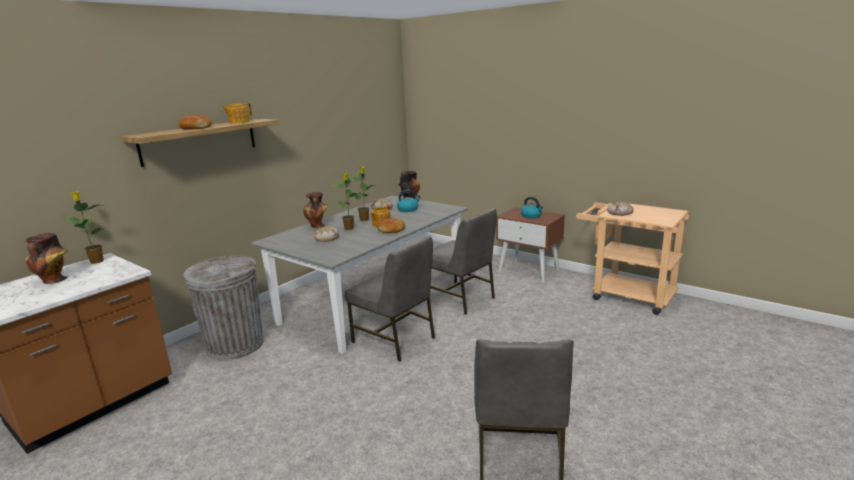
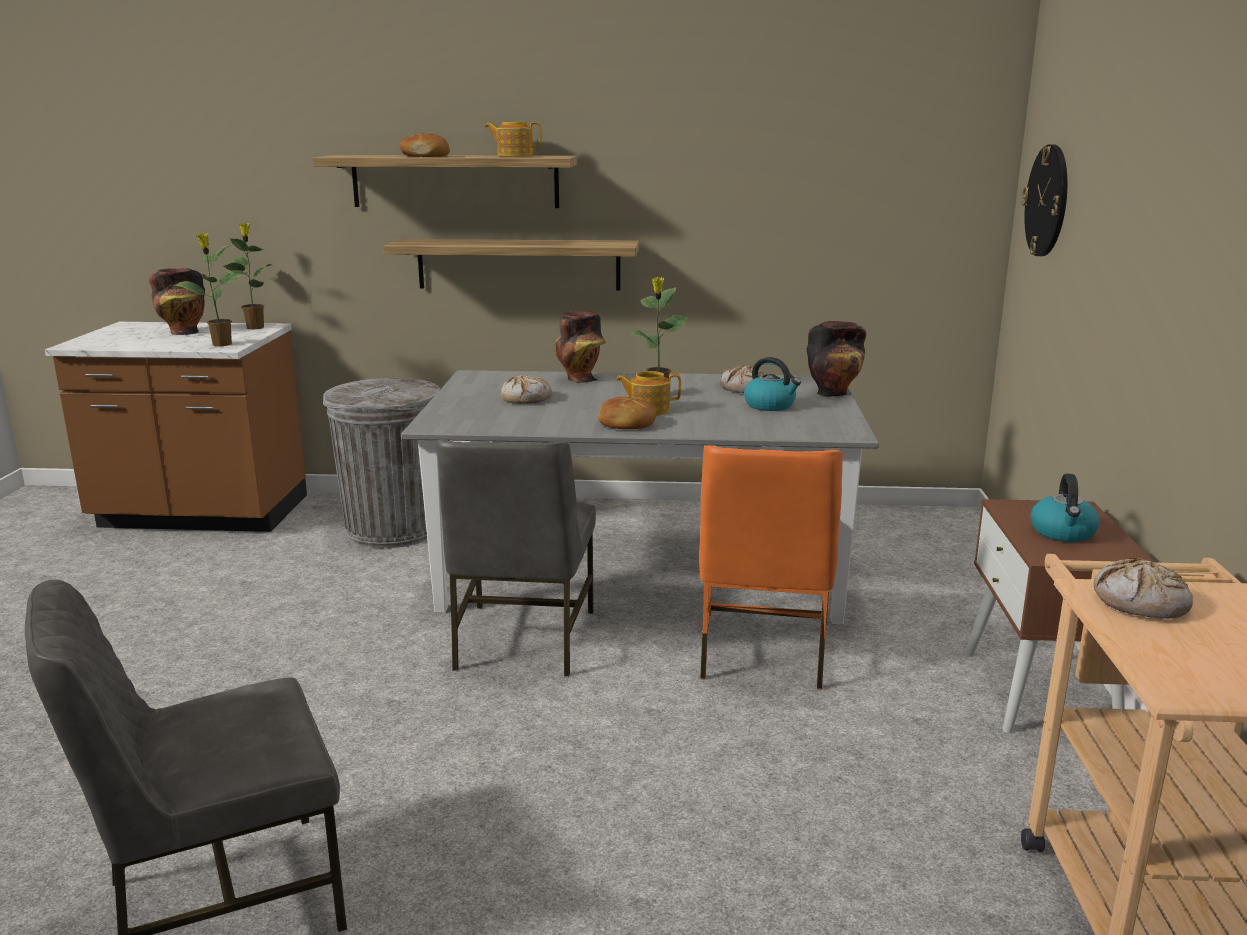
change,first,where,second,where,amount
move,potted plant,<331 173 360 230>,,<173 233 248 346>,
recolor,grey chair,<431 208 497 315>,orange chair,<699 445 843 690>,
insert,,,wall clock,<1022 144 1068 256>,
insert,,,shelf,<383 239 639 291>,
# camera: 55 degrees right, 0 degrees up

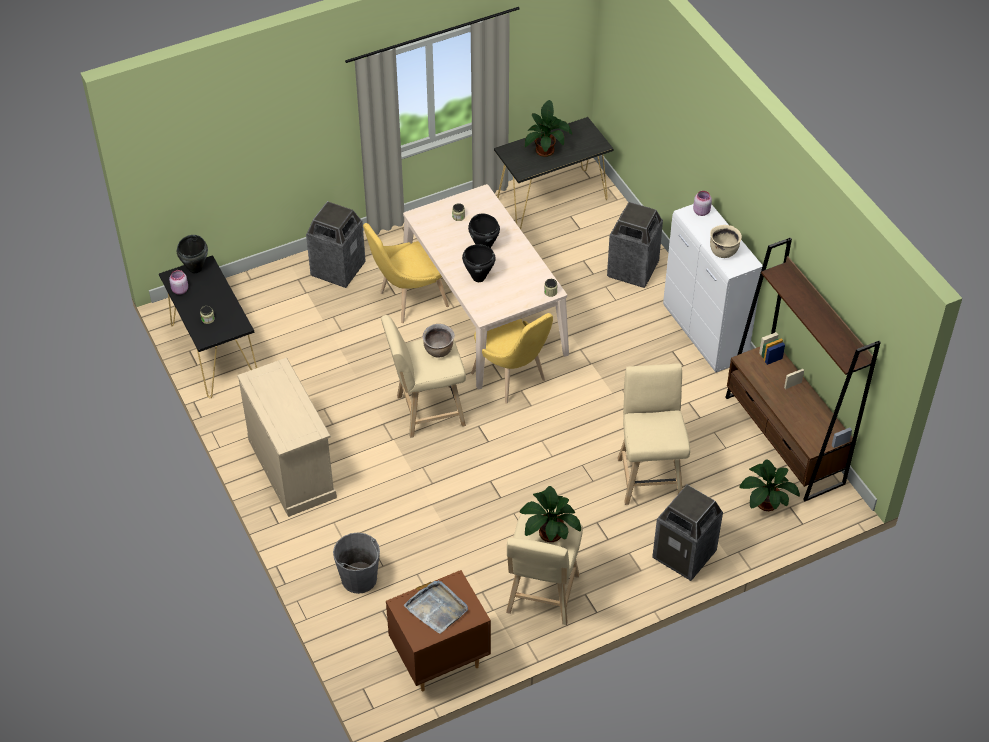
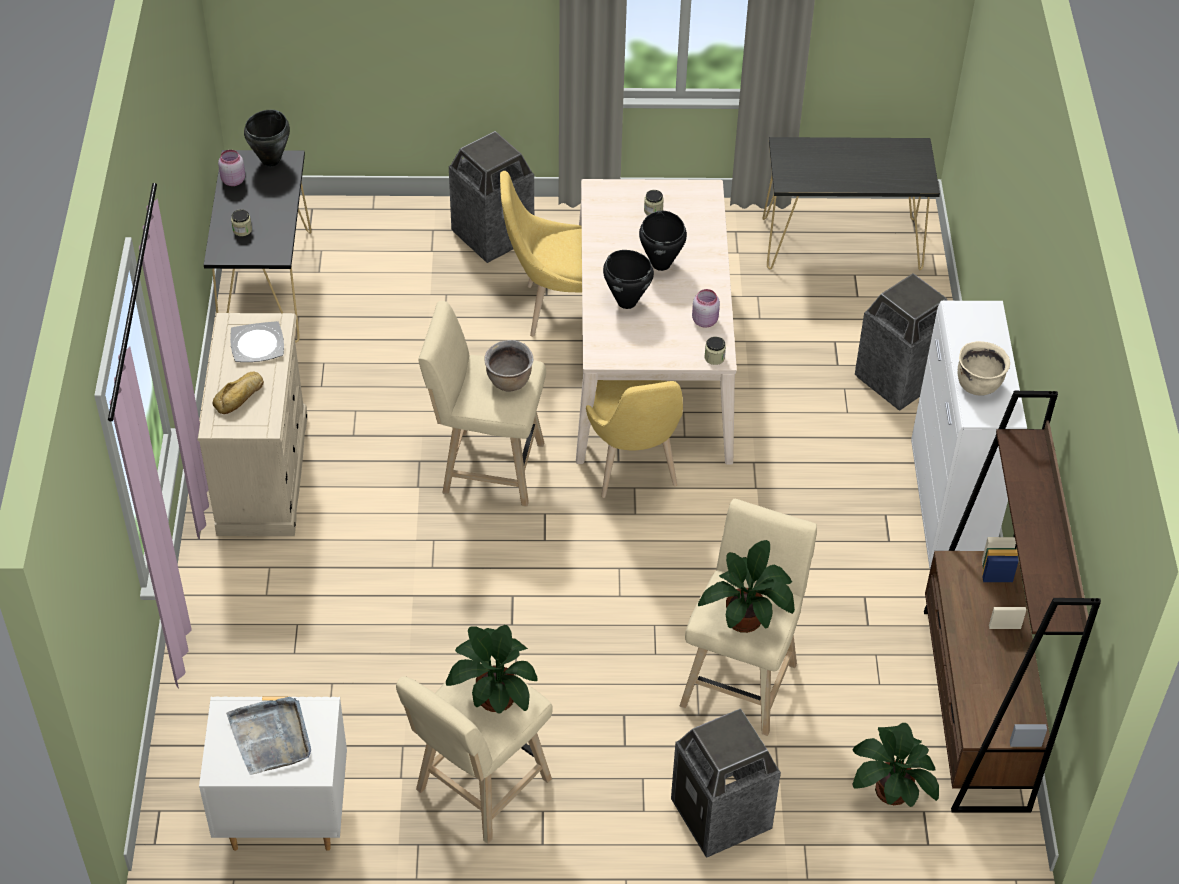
change,first,where,second,where,amount
move,potted plant,<524 100 572 157>,,<698 540 795 633>,
move,pink jar,<693 191 712 216>,,<692 289 720 328>,
delete,grey bucket,<333 532 380 594>,,,
recolor,brown nightstand,<386 570 491 691>,white nightstand,<199 696 347 851>,
insert,,,plate,<230 321 284 362>,
insert,,,bread,<213 372 264 414>,
# camera: 25 degrees right, 0 degrees up

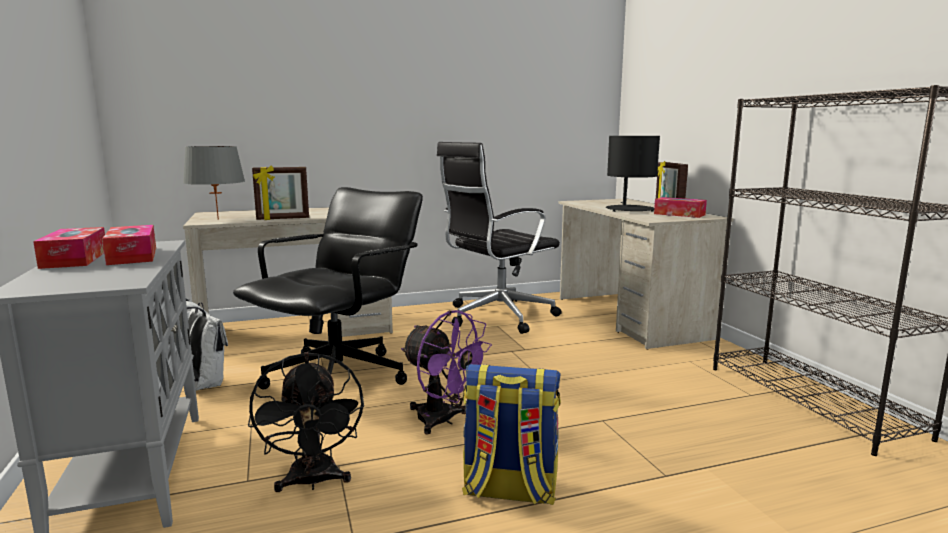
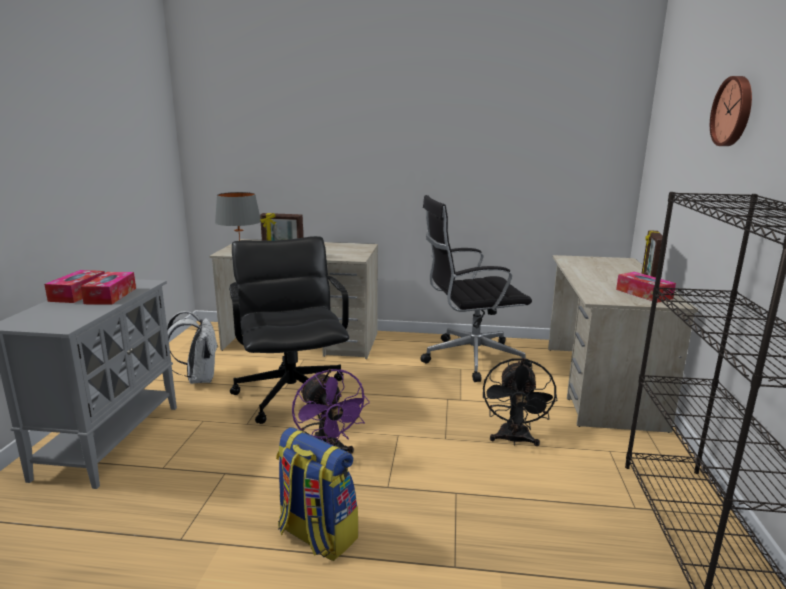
change,first,where,second,where,amount
delete,black table lamp,<606 136 660 212>,,,
rotate,black office chair,<233 187 423 389>,,<229 236 349 424>,75 degrees counterclockwise
move,black fan,<248 352 364 492>,,<483 358 557 446>,
insert,,,wall clock,<710 76 752 146>,
# camera: 25 degrees right, 5 degrees up

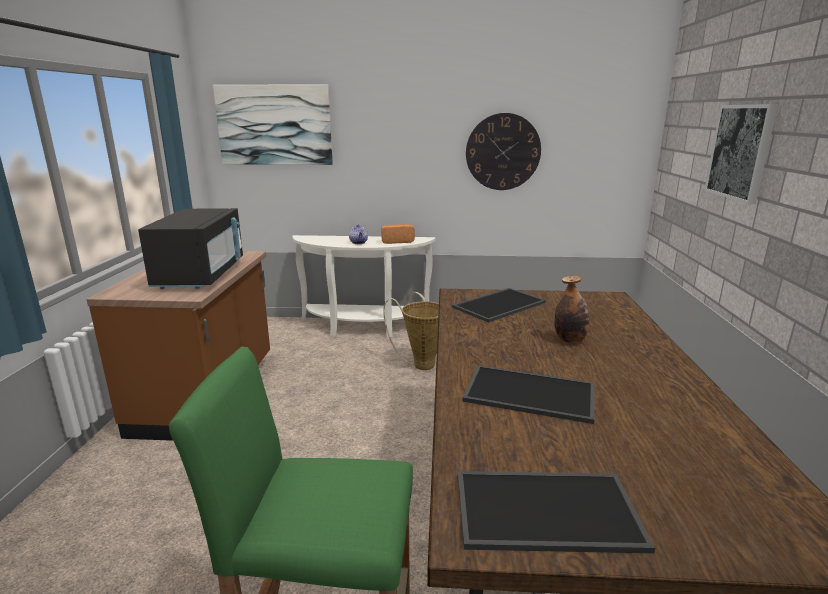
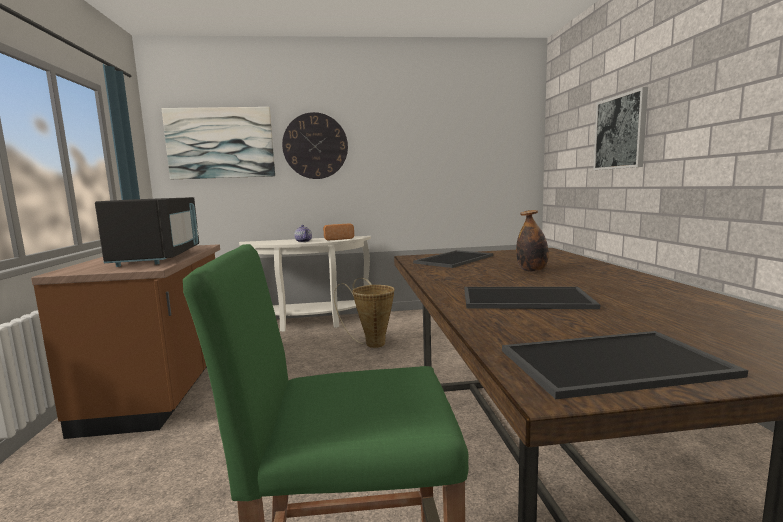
change,first,where,second,where,amount
move,wall clock,<466 113 541 190>,,<282 112 348 179>,
# camera: 10 degrees left, 10 degrees down

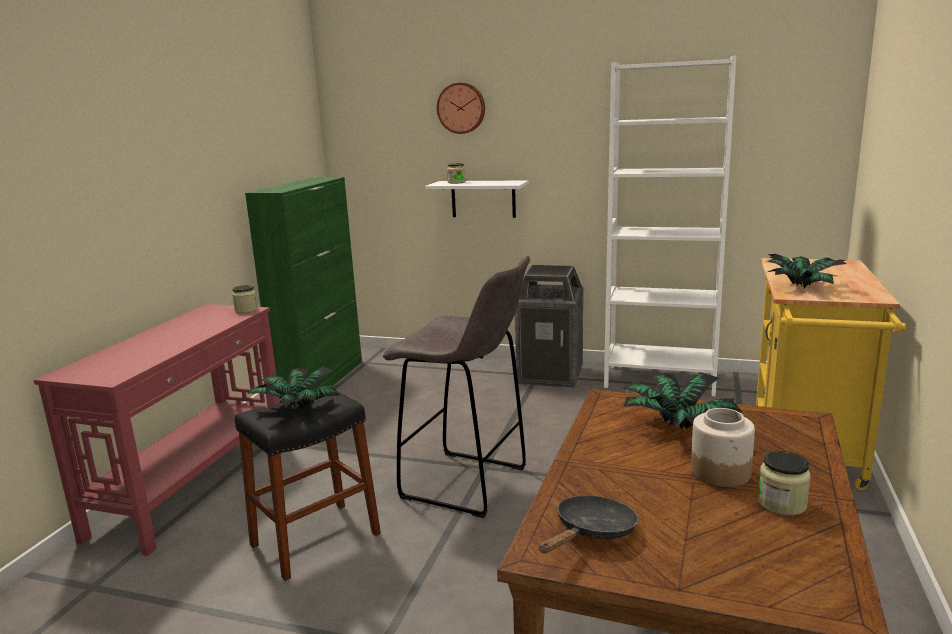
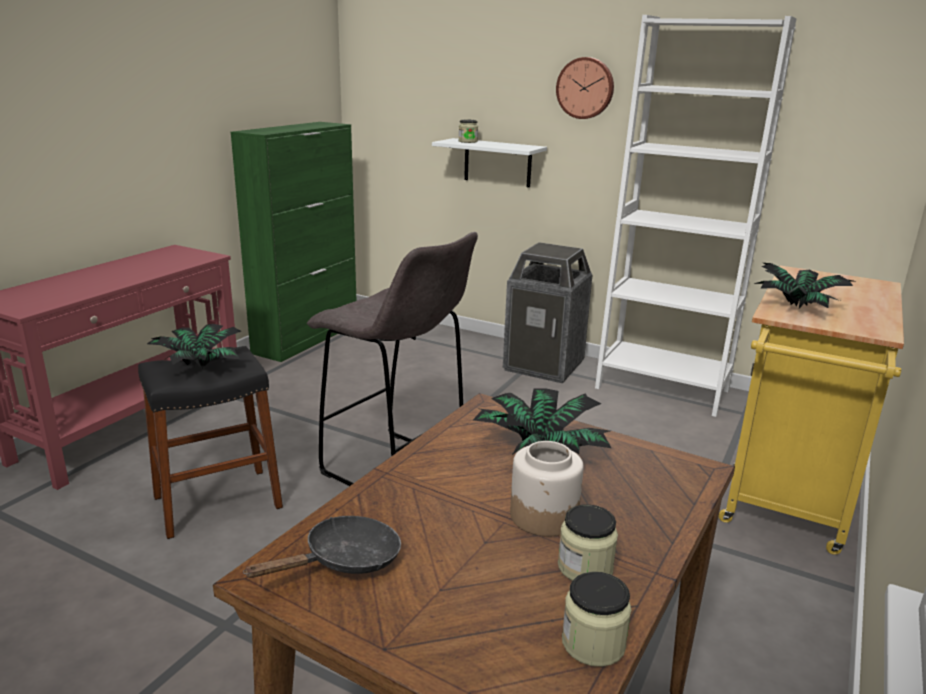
change,first,where,second,where,amount
move,wall clock,<437 82 485 134>,,<556 57 614 119>,
move,jar,<232 285 258 313>,,<562 572 631 667>,
# camera: 10 degrees right, 5 degrees up

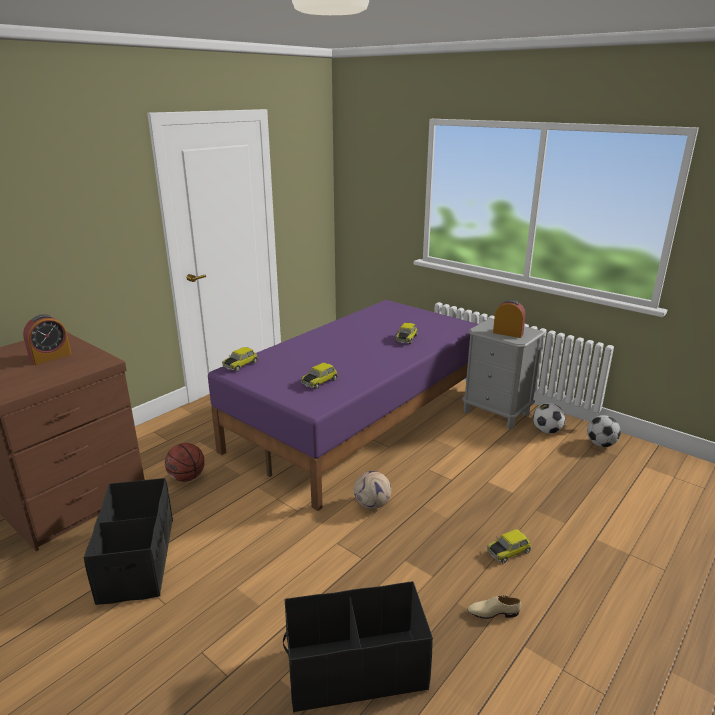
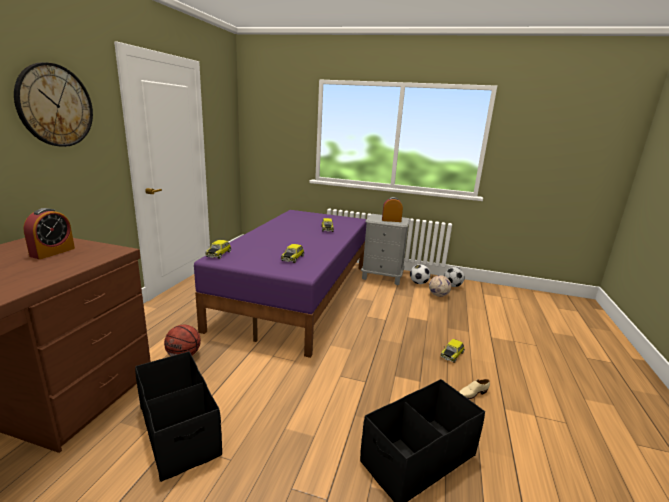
change,first,where,second,where,amount
move,football,<354 471 391 509>,,<429 275 451 297>,
insert,,,wall clock,<14 62 93 147>,
# camera: 25 degrees left, 5 degrees down

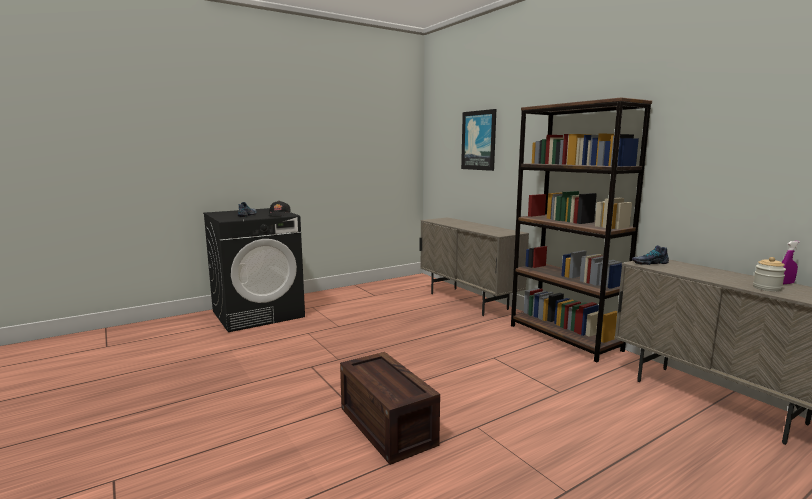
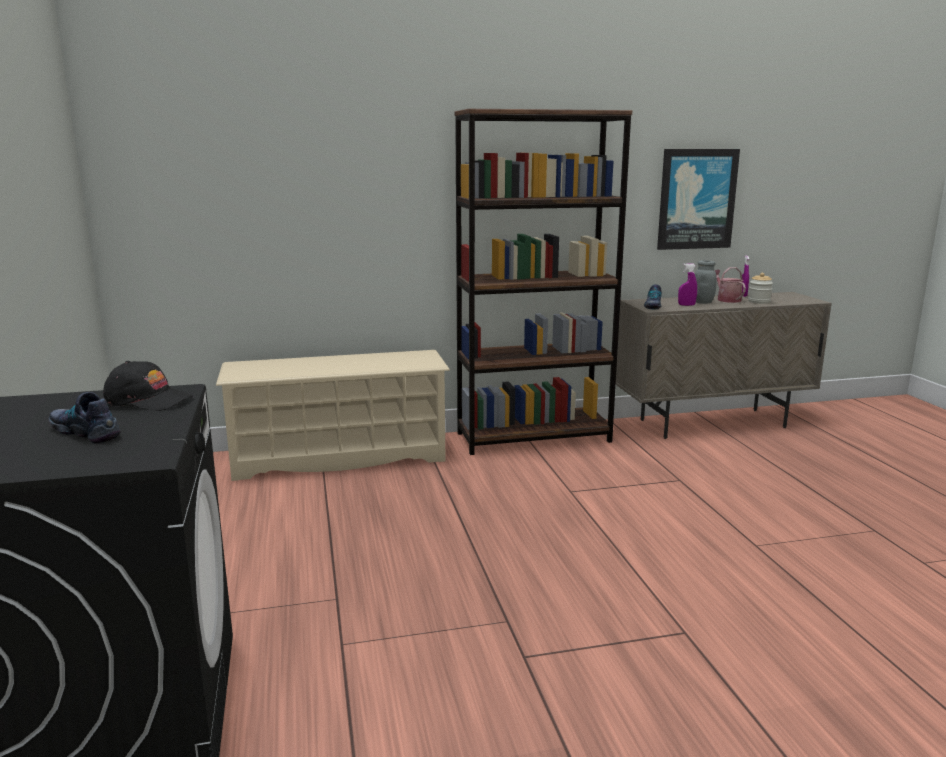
change,first,where,second,where,amount
move,picture,<461 109 496 171>,,<657 149 740 250>,
replace,beige cabinet,<419 217 529 316>,beige shoe rack,<216 350 450 481>,
delete,crate,<340 352 440 465>,,,
insert,,,grey jar,<695 260 716 304>,
insert,,,purple spray bottle,<678 263 697 306>,
insert,,,watering can,<715 267 746 303>,
# camera: 70 degrees left, 5 degrees up

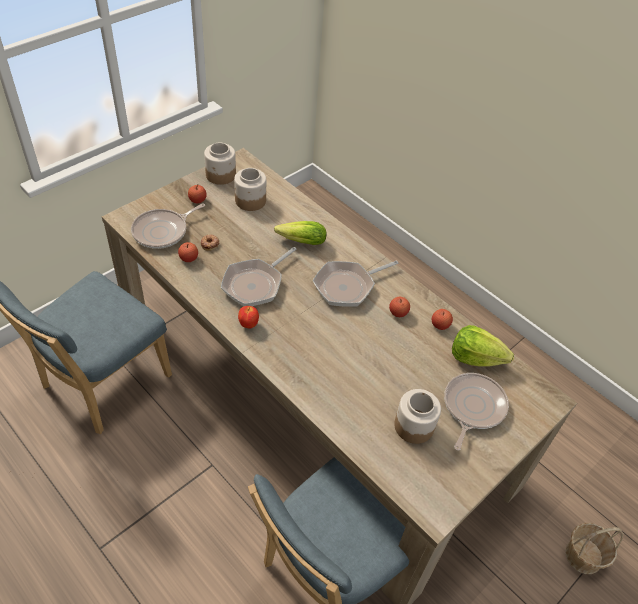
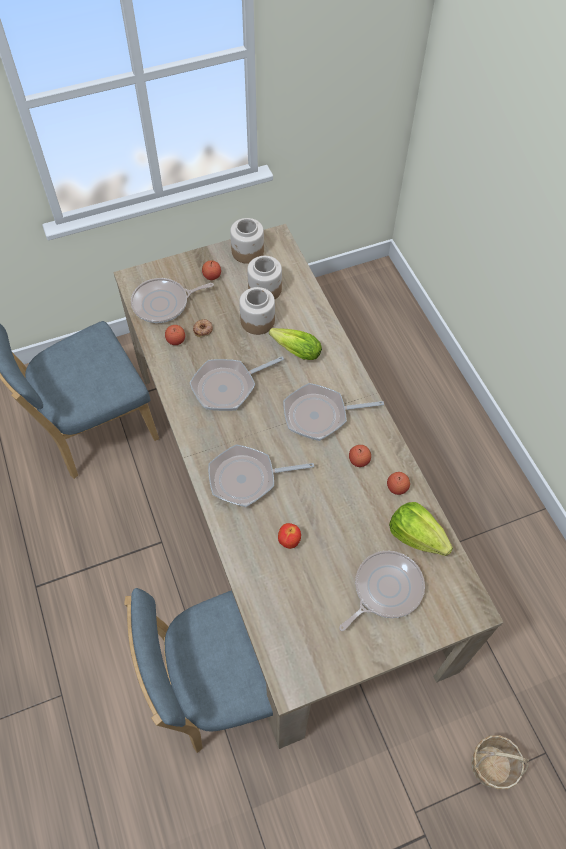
change,first,where,second,where,amount
move,apple,<238 306 259 328>,,<278 523 301 549>,
move,jar,<394 389 441 444>,,<239 287 275 335>,
insert,,,frying pan,<208 444 314 507>,
# camera: 25 degrees right, 10 degrees up

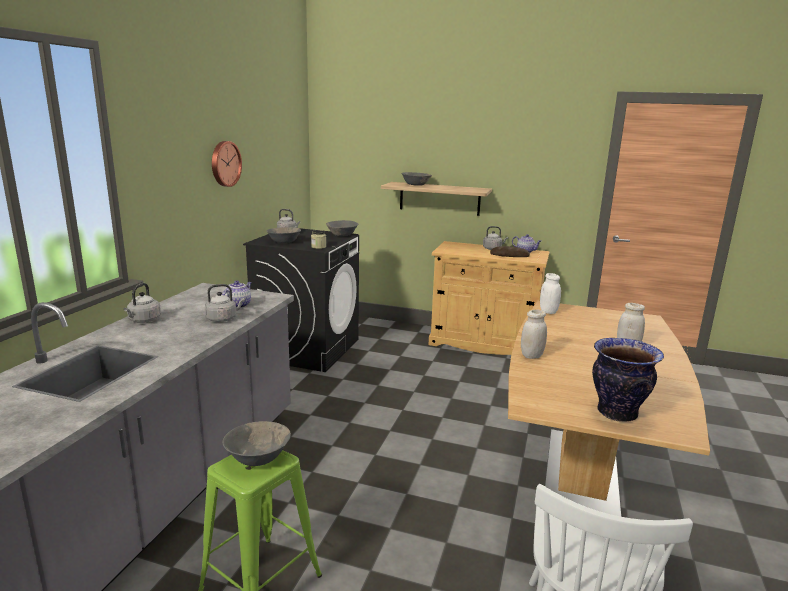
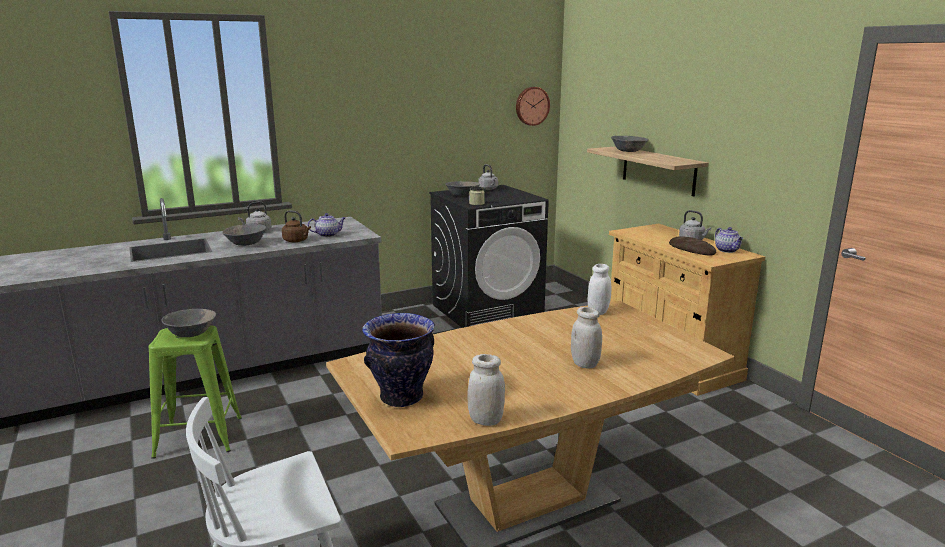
change,first,where,second,where,amount
move,wall clock,<212 141 242 187>,,<516 87 550 126>,
move,grey bowl,<326 220 358 236>,,<222 224 267 246>,
recolor,grey kettle,<205 284 245 322>,brown kettle,<282 210 311 242>,
move,white jar,<521 309 547 359>,,<467 354 505 426>,
# camera: 45 degrees right, 0 degrees up

